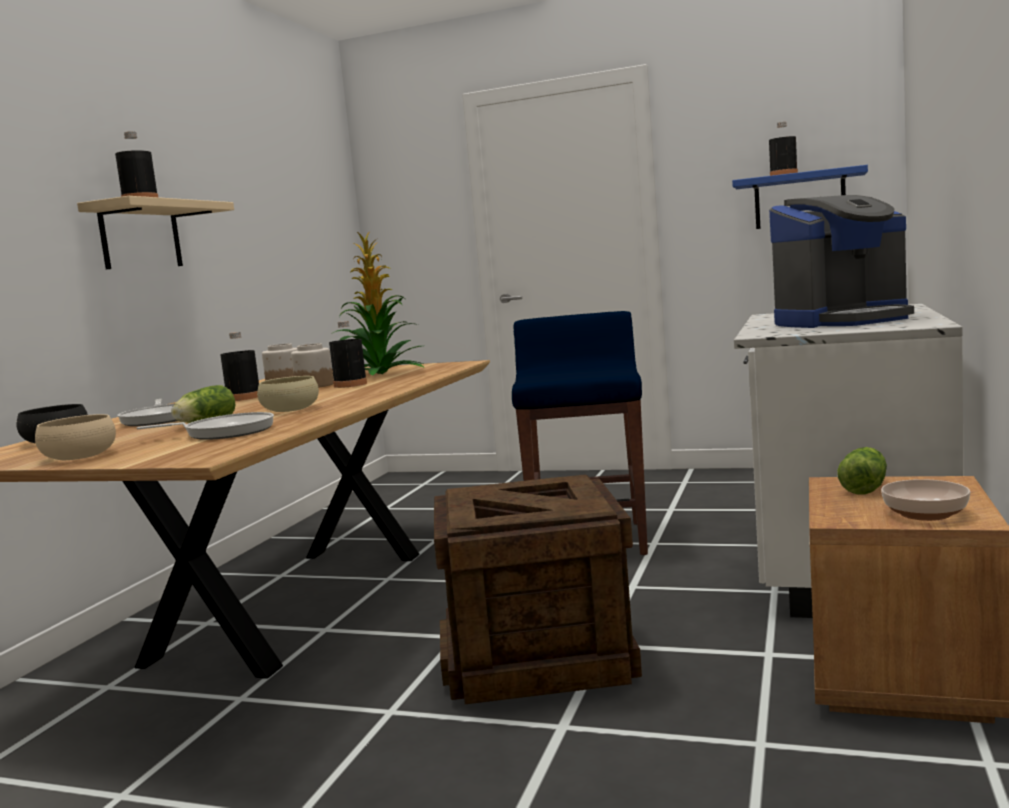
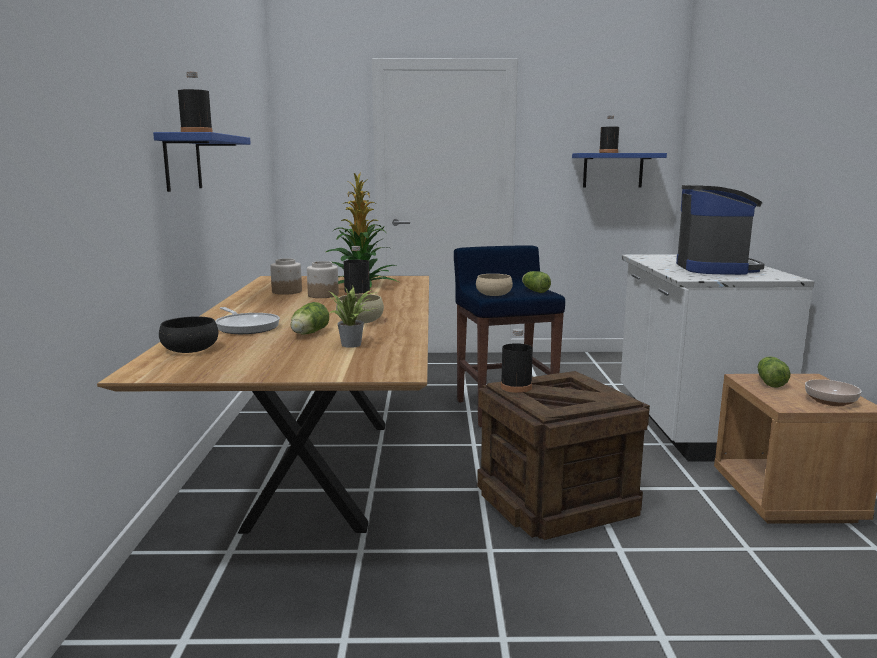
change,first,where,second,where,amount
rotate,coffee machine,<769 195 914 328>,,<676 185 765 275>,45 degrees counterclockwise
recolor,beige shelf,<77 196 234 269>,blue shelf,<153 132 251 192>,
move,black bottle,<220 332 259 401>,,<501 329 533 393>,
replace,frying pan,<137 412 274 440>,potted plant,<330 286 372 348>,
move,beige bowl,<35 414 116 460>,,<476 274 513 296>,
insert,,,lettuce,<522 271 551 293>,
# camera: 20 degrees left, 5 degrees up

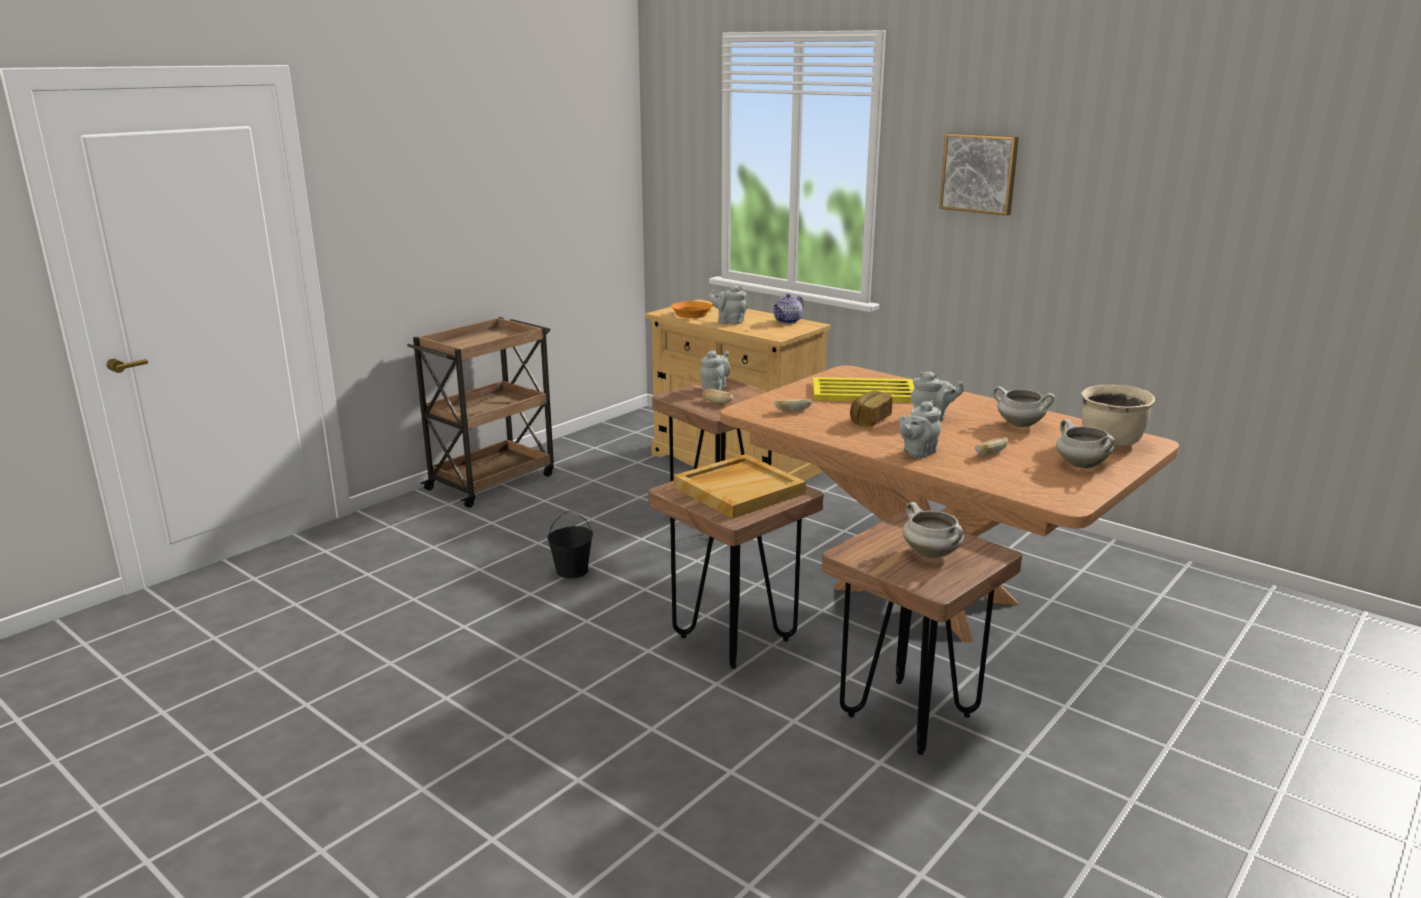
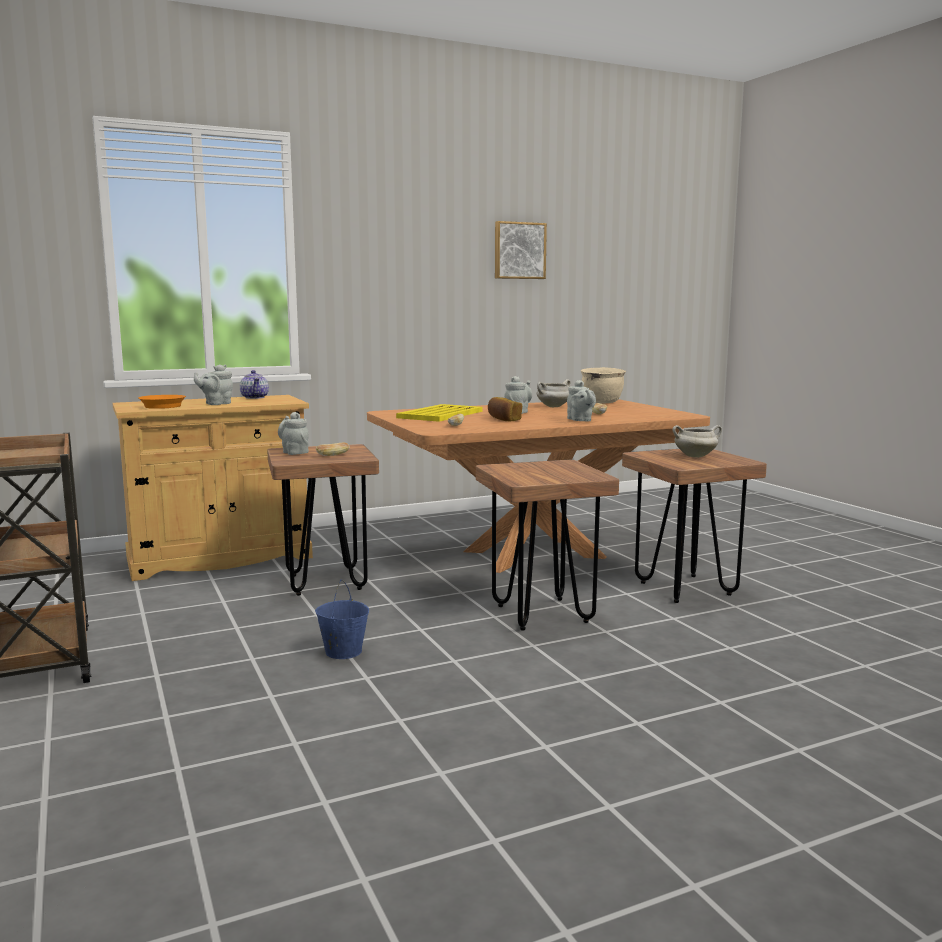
change,first,where,second,where,amount
move,picture,<939 133 1019 216>,,<495 221 547 279>,
delete,white cooking pot,<1056 419 1115 469>,,,
delete,beige tray,<674 454 806 519>,,,
recolor,black bucket,<547 511 593 579>,blue bucket,<315 580 369 659>,
# camera: 65 degrees left, 10 degrees down

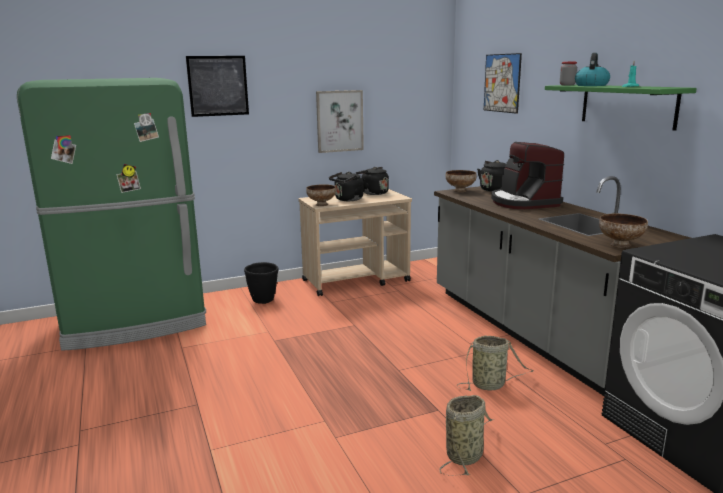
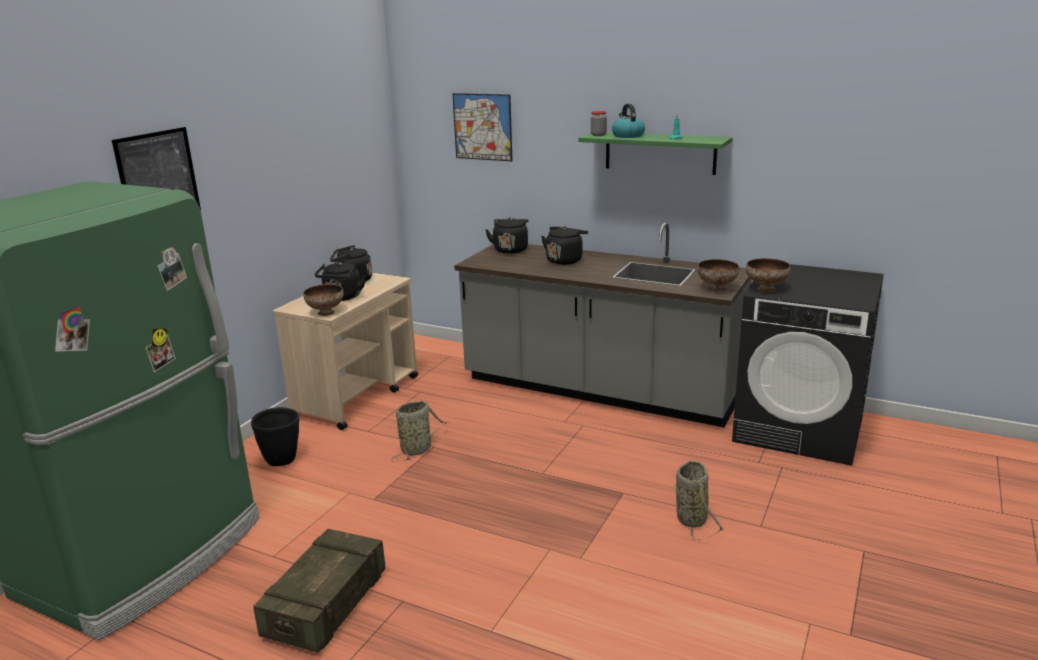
change,first,where,second,where,amount
delete,picture,<316 90 364 153>,,,
replace,coffee machine,<491 142 564 209>,black kettle,<541 227 588 265>,
move,bowl,<446 170 477 192>,,<746 258 791 292>,
move,basket,<456 336 533 391>,,<391 401 448 462>,
insert,,,crate,<253 529 385 653>,
# camera: 40 degrees left, 5 degrees up

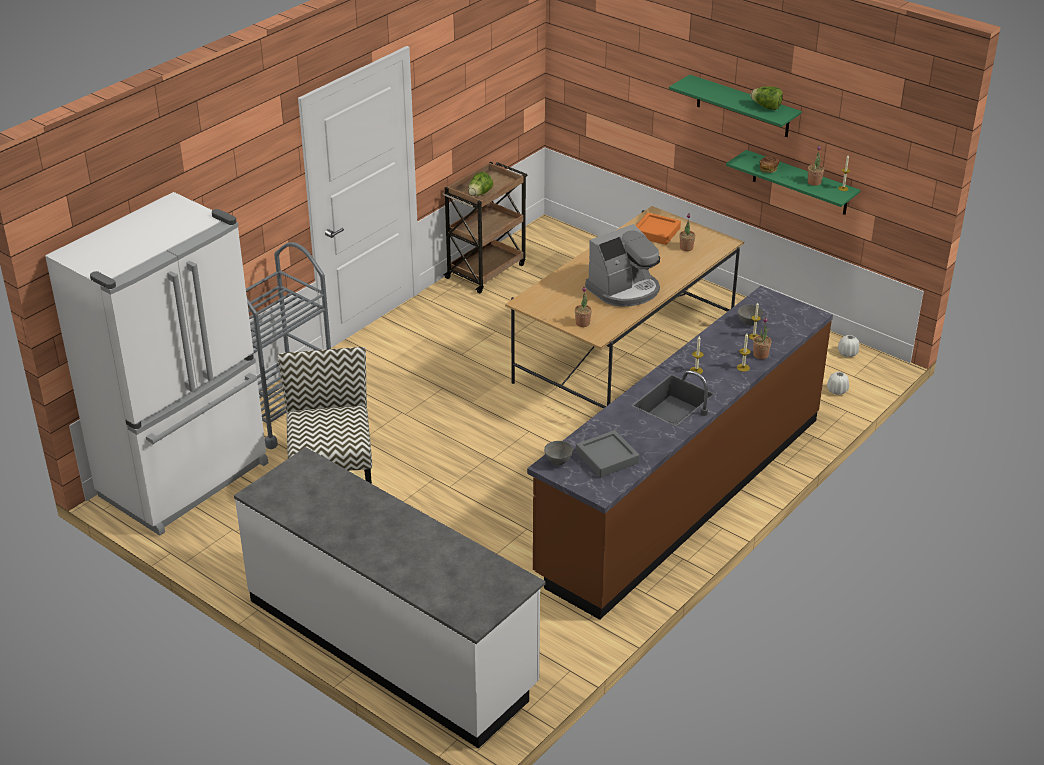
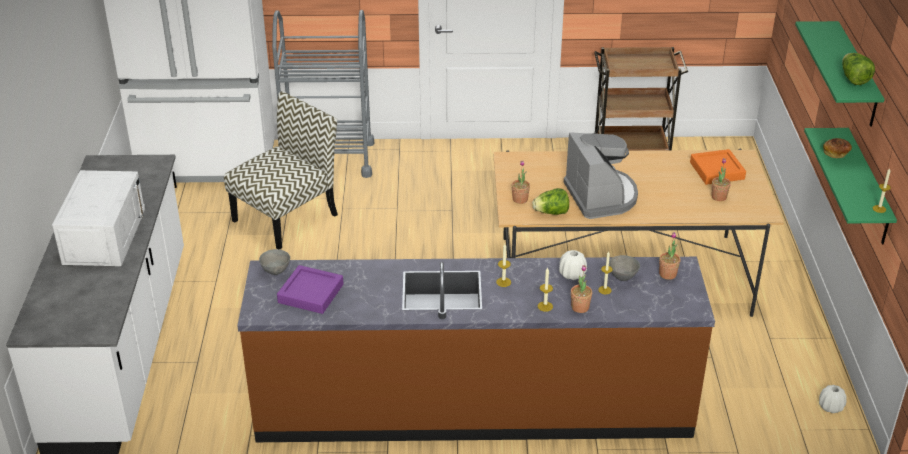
change,first,where,second,where,amount
move,potted plant,<808 146 824 186>,,<659 232 680 280>,
move,lettuce,<468 172 493 196>,,<532 188 569 215>,
rotate,coffee machine,<585 224 660 307>,,<564 132 638 219>,120 degrees counterclockwise
move,white vase,<827 372 849 395>,,<559 250 587 280>,
recolor,grey tray,<576 430 639 478>,purple tray,<277 265 343 314>,
insert,,,white microwave,<52 170 145 266>,
# camera: 50 degrees right, 0 degrees up

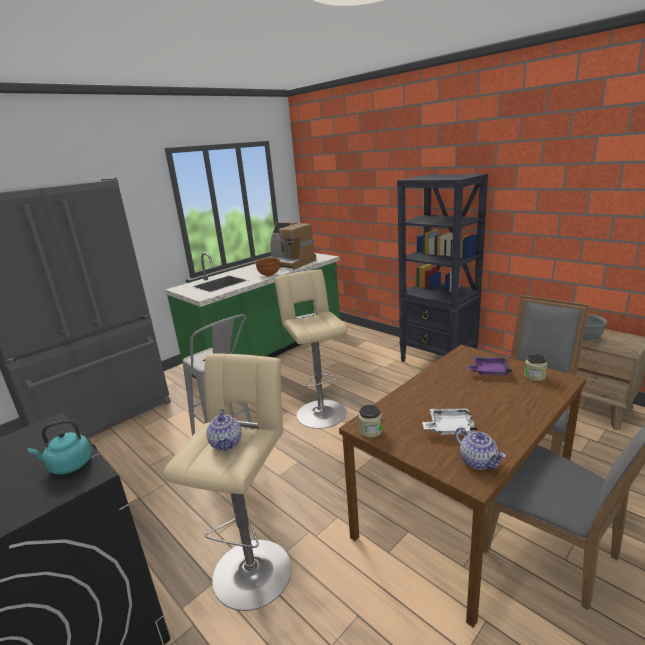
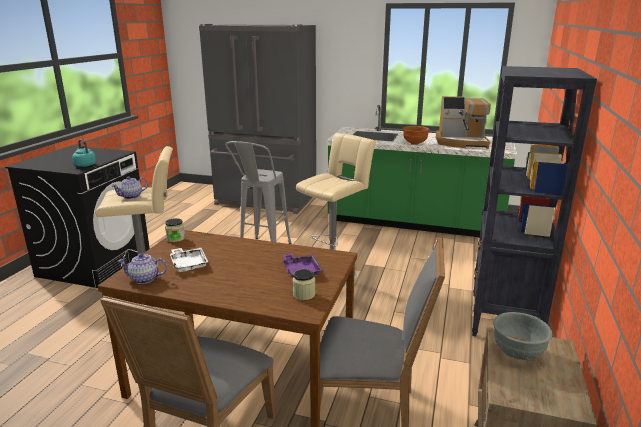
change,first,where,second,where,amount
rotate,coffee machine,<268 222 316 270>,,<436 96 491 149>,90 degrees counterclockwise
rotate,teapot,<455 427 506 470>,,<118 253 167 284>,60 degrees clockwise
# camera: 60 degrees right, 0 degrees up

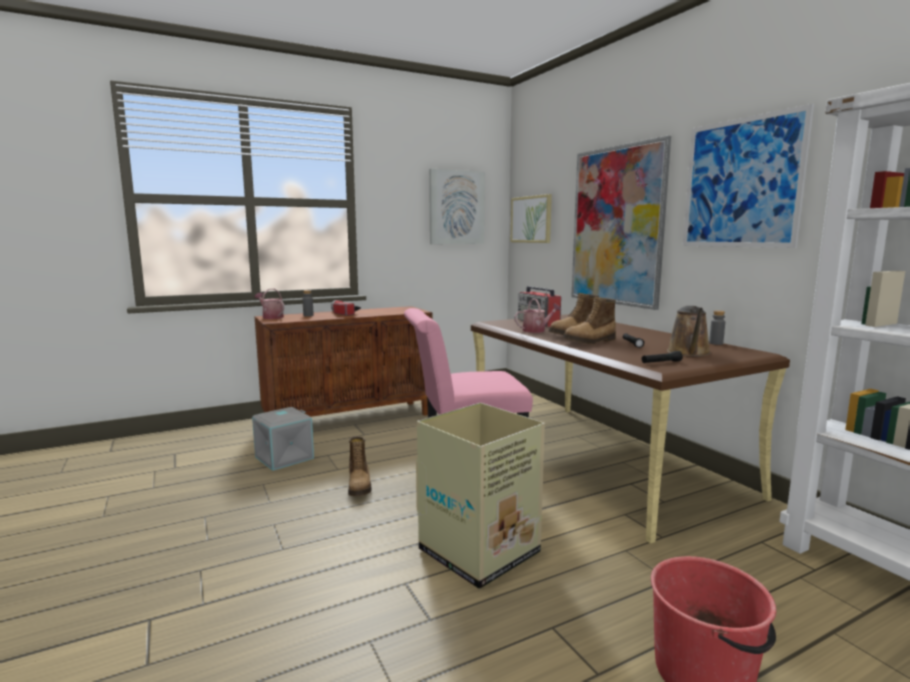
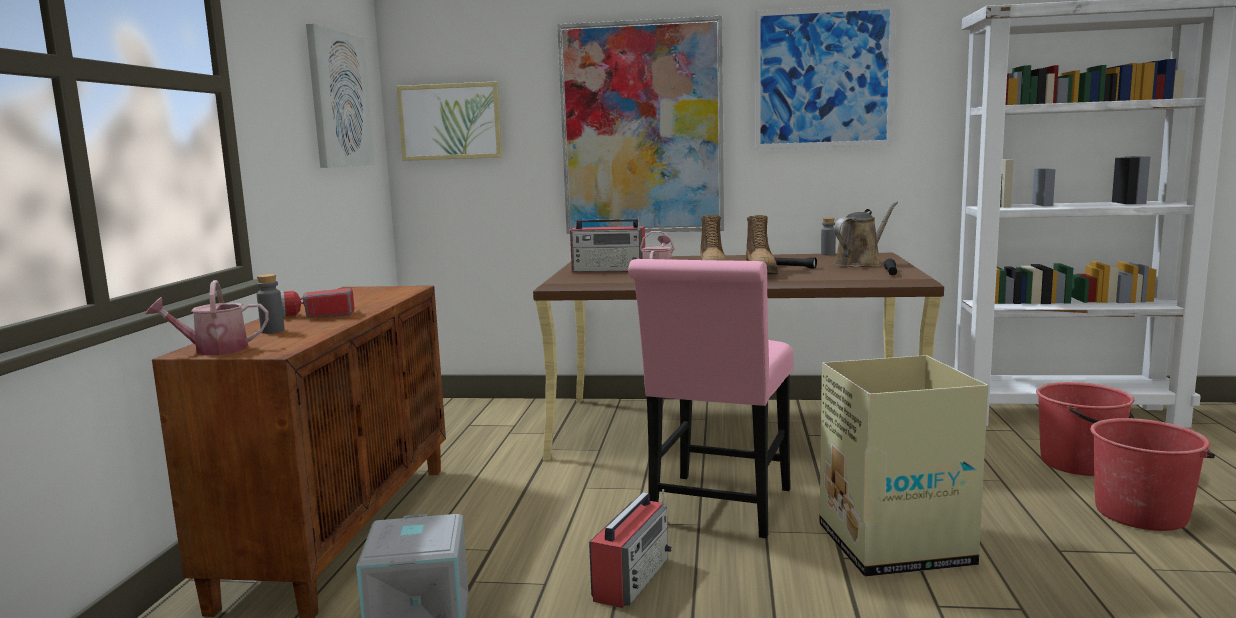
change,first,where,second,where,amount
rotate,brown watering can,<667 306 711 357>,,<834 201 898 267>,90 degrees counterclockwise
replace,boot,<348 436 371 496>,radio,<589 489 672 608>,
insert,,,red bucket,<1036 382 1134 476>,
# camera: 55 degrees left, 0 degrees up

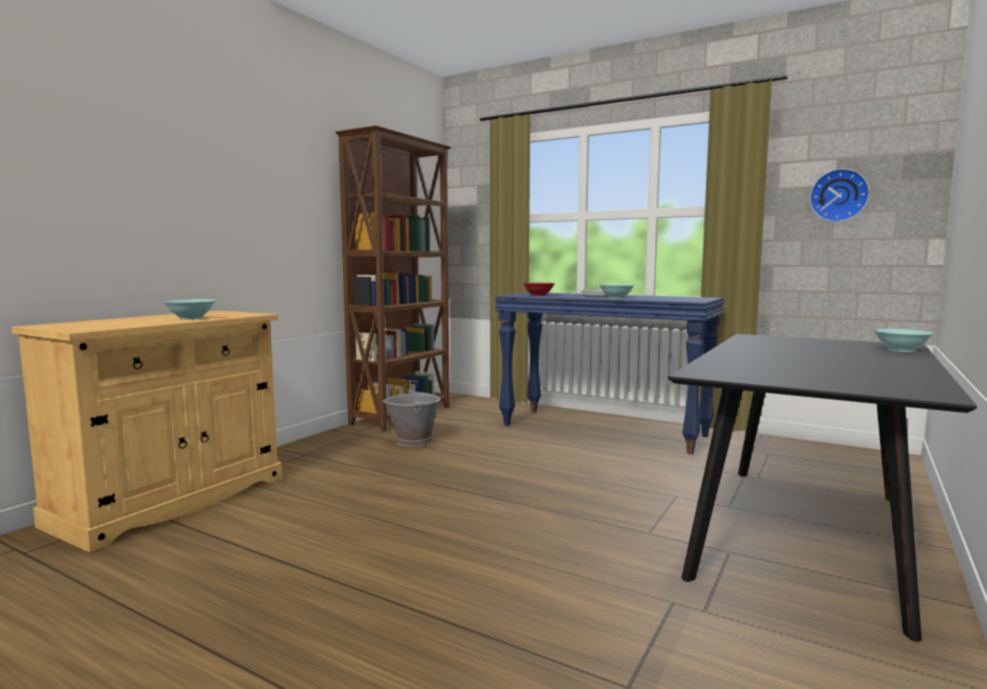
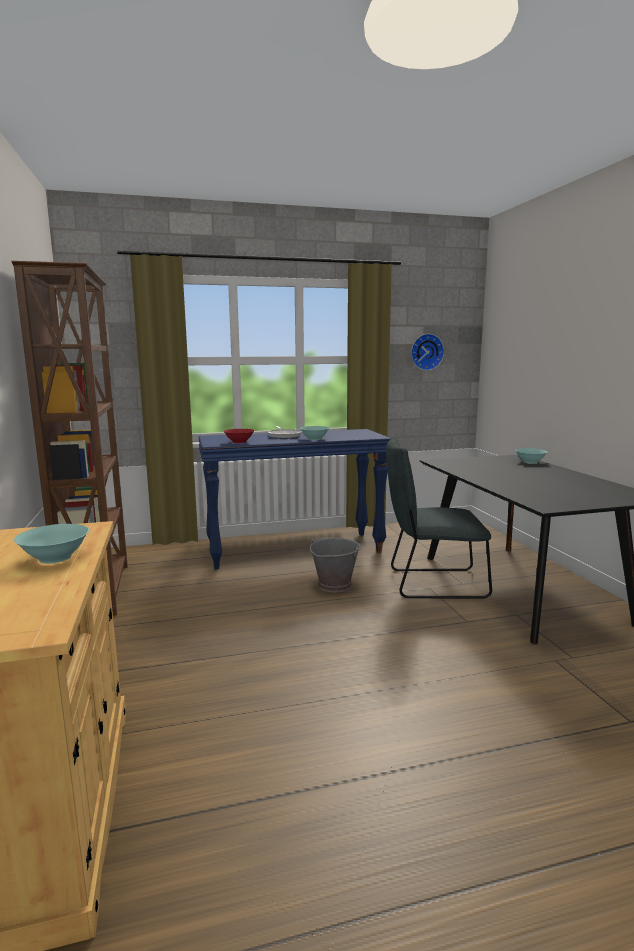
change,first,where,second,where,amount
move,grey bucket,<383 389 441 447>,,<310 537 361 592>,
insert,,,grey chair,<386 438 492 599>,
# camera: 45 degrees left, 5 degrees up

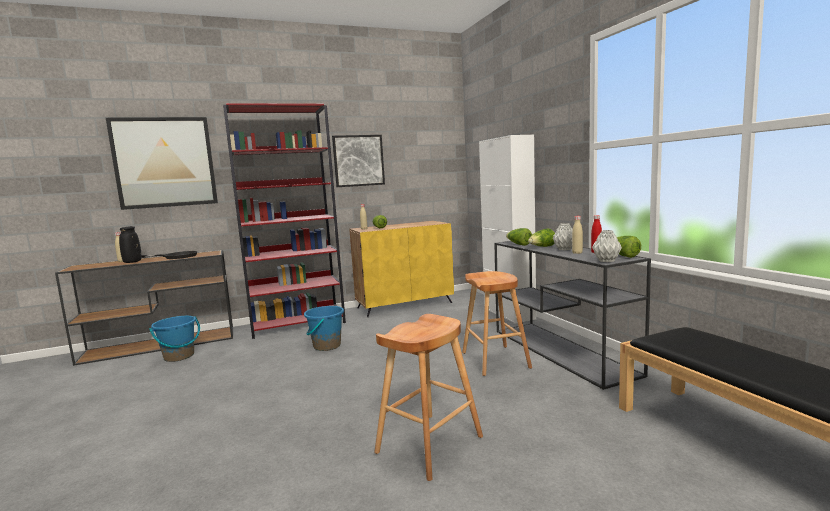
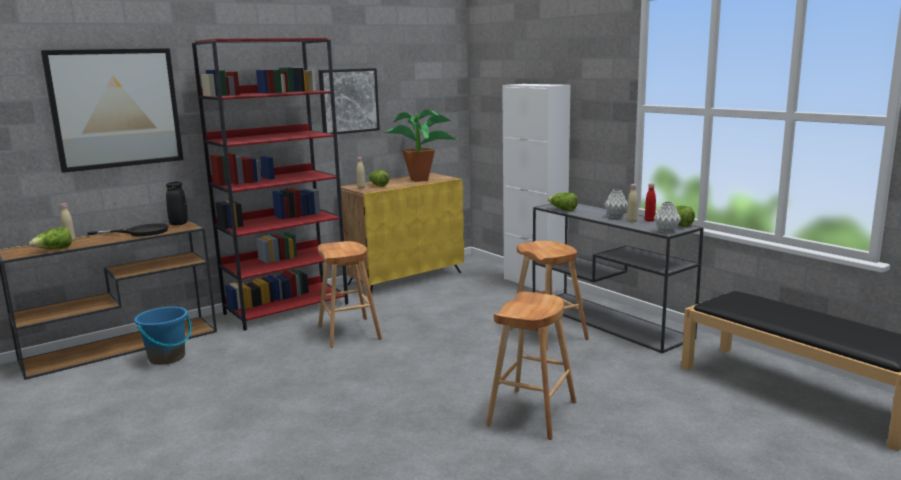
change,first,where,second,where,amount
move,black vase,<119 226 141 263>,,<166 181 188 225>,
move,lettuce,<528 228 555 247>,,<29 227 72 249>,
replace,blue bucket,<304 306 344 351>,brown stool,<318 241 382 348>,
insert,,,potted plant,<384 109 457 182>,
# camera: 15 degrees left, 5 degrees up

